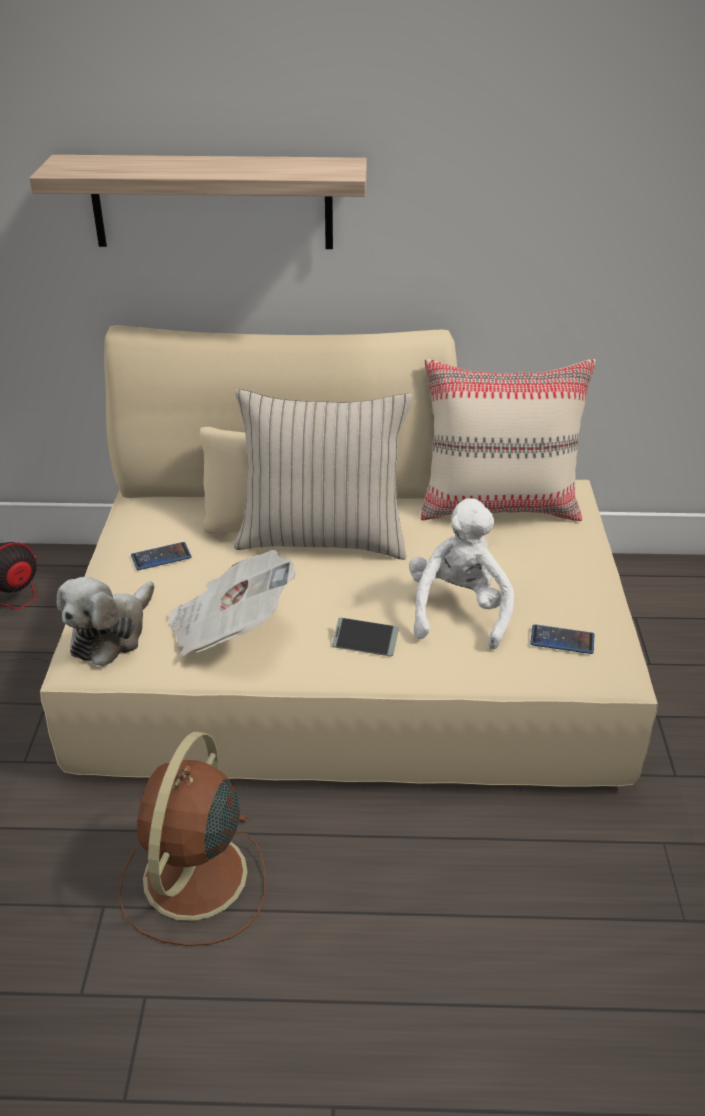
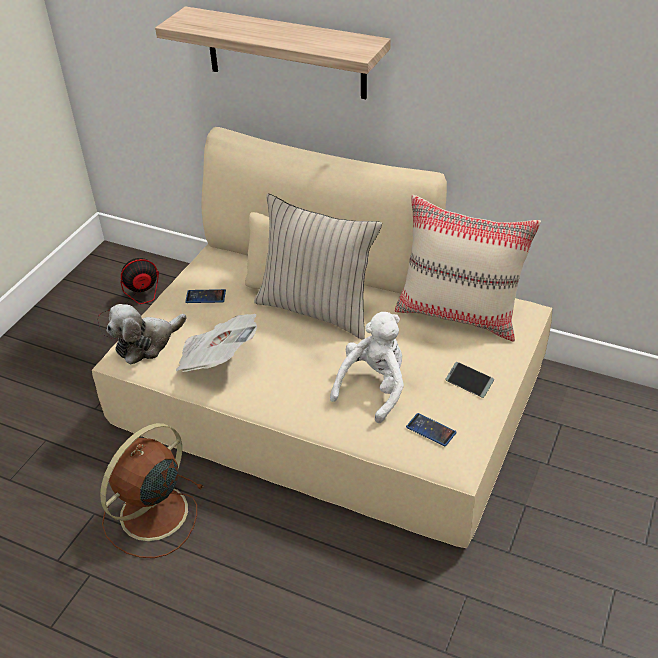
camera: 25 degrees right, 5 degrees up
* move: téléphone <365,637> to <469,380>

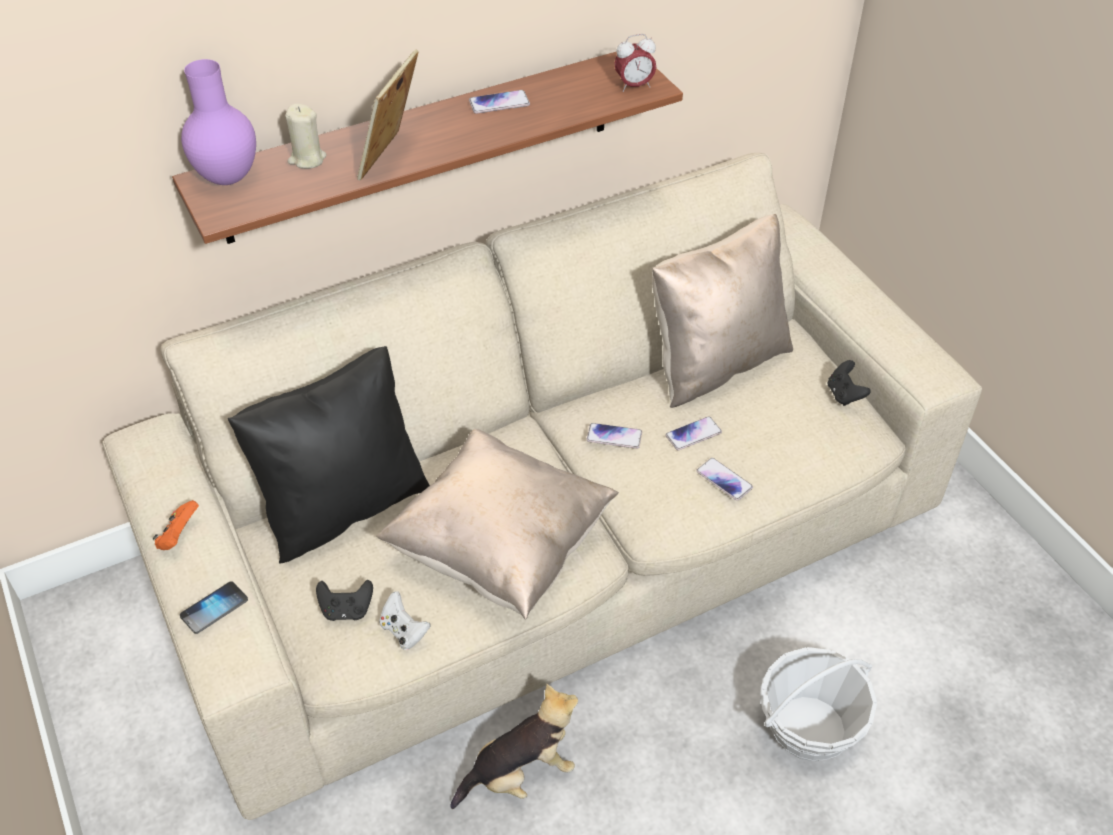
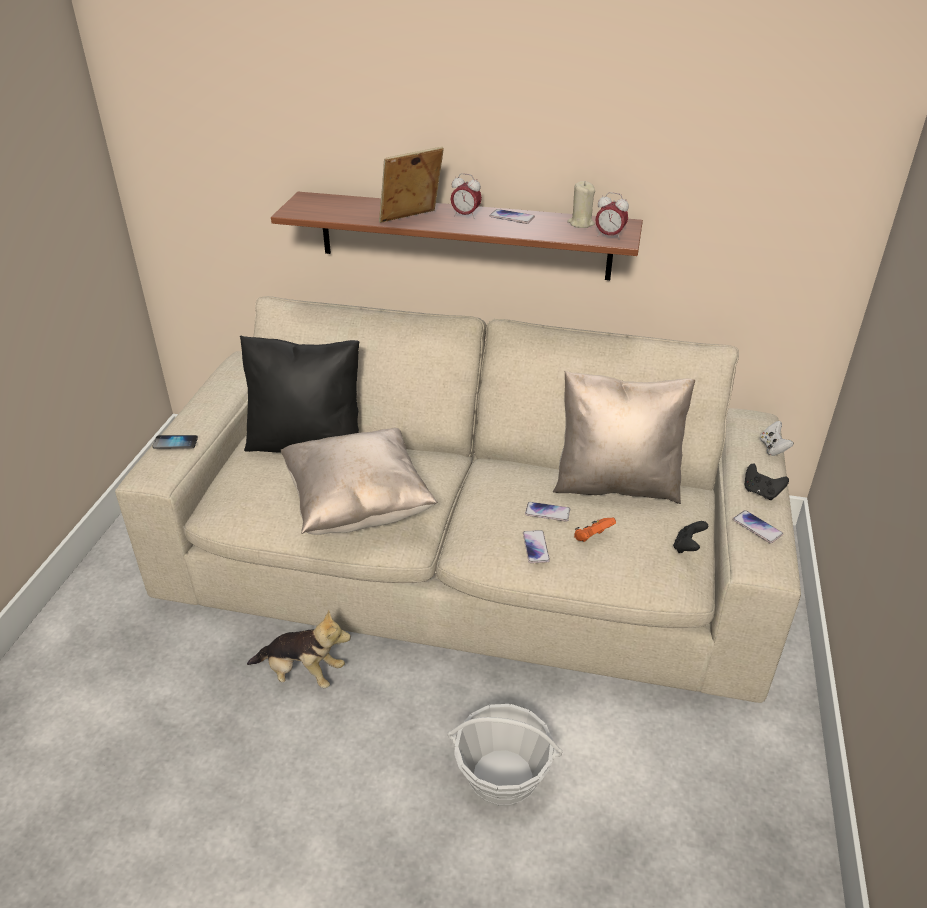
camera: 40 degrees right, 10 degrees down
* insert: réveil <466,196>
* move: bougie/beige <305,136> to <581,204>
* move: manette/orange <176,525> to <595,530>
* move: téléphone <614,436> to <758,526>
* move: manette/noir <344,600> to <767,481>
* move: manette/blanc <405,620> to <777,438>
* delete: vase/violet <218,122>

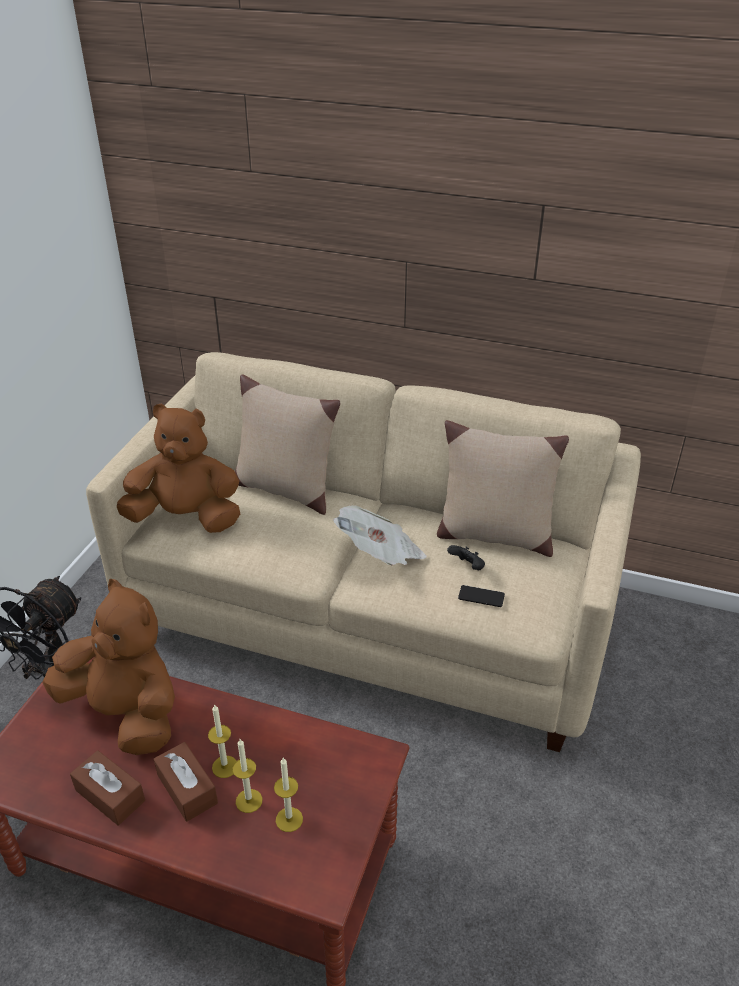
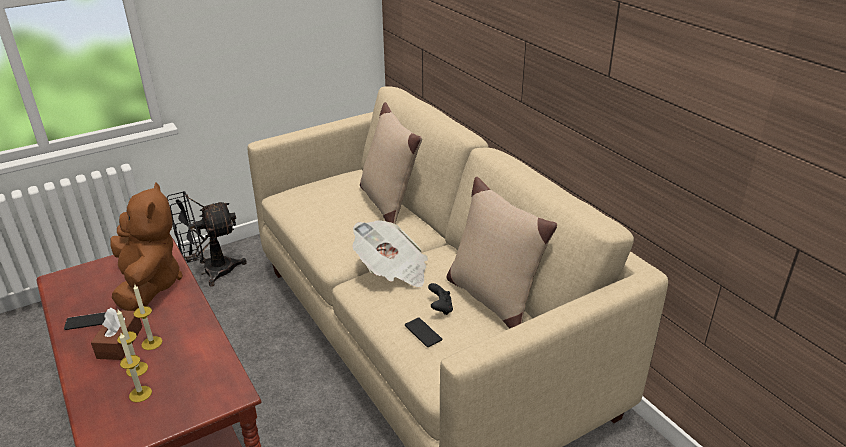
camera: 40 degrees right, 5 degrees down
* replace: boîte à mouchoirs/marron <107,787> to téléphone <85,321>
* delete: peluche/marron <178,468>

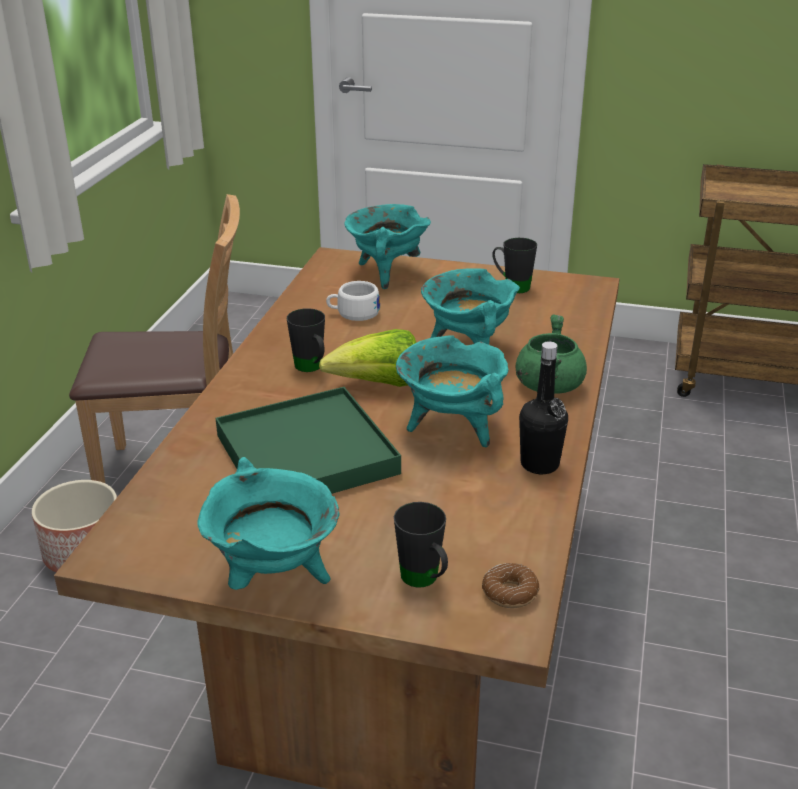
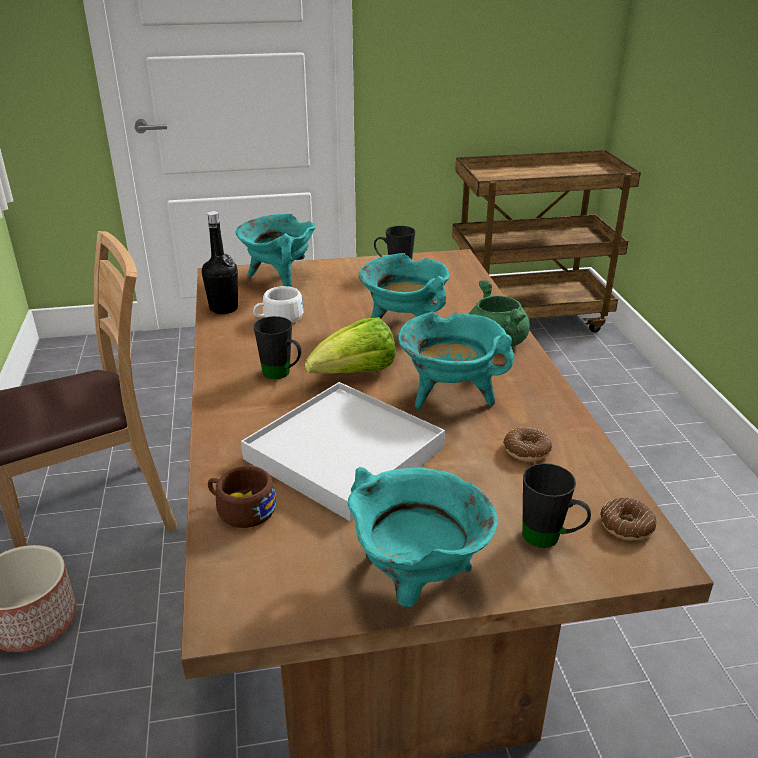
camera: 25 degrees left, 0 degrees up
* move: bouteille/noir <543,407> to <220,262>
* insert: tasse/marron <242,497>
* recolor: plateau/vert <308,440> to plateau/blanc <343,452>
* insert: beignet <527,444>

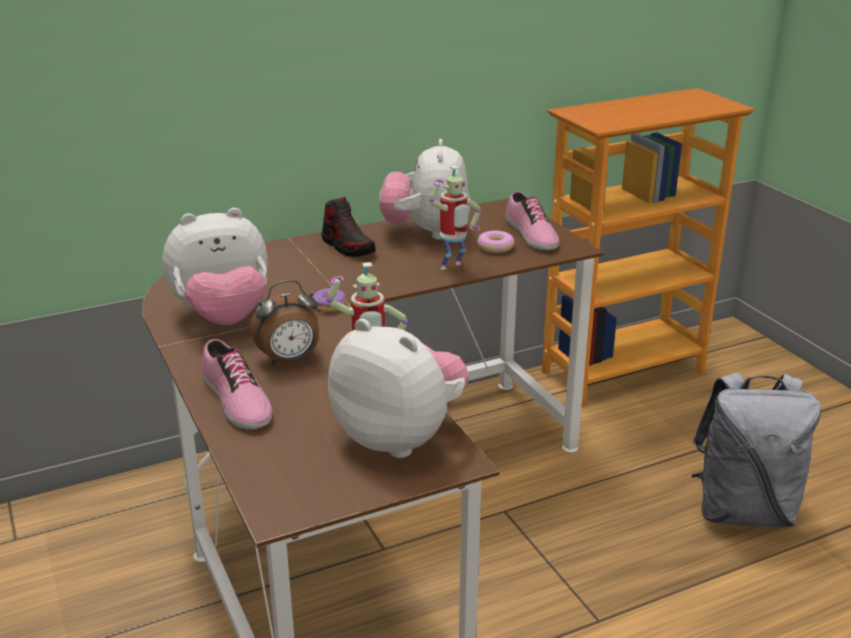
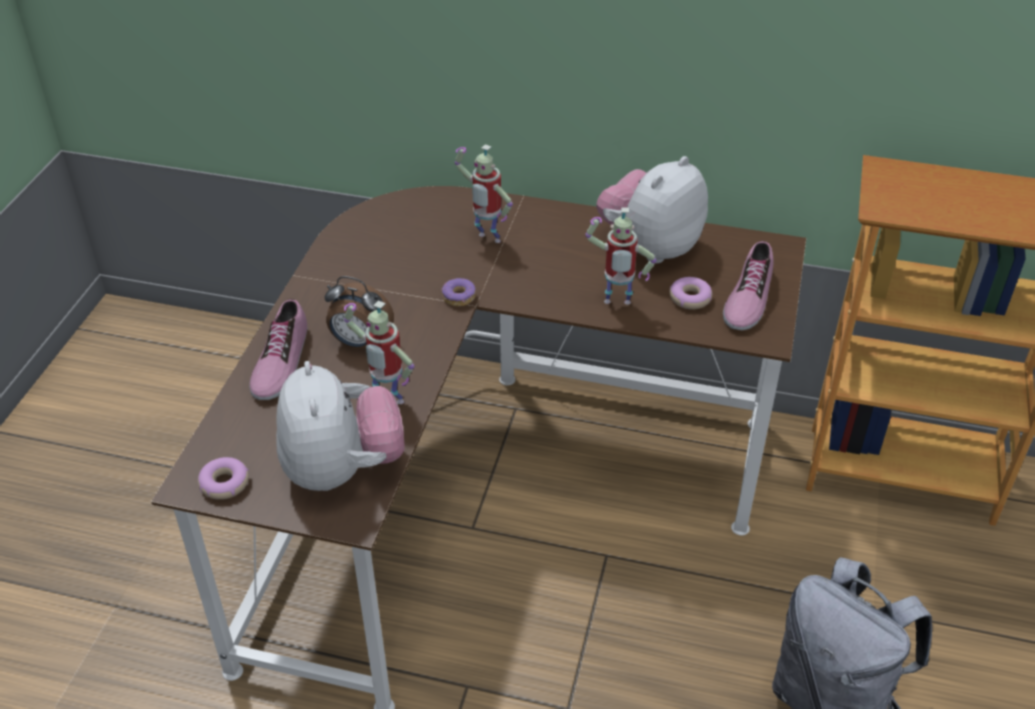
camera: 40 degrees right, 15 degrees up
* insert: beignet <223,478>
* insert: robot jouet <484,193>
* delete: peluche <215,266>
* delete: chaussure <348,227>

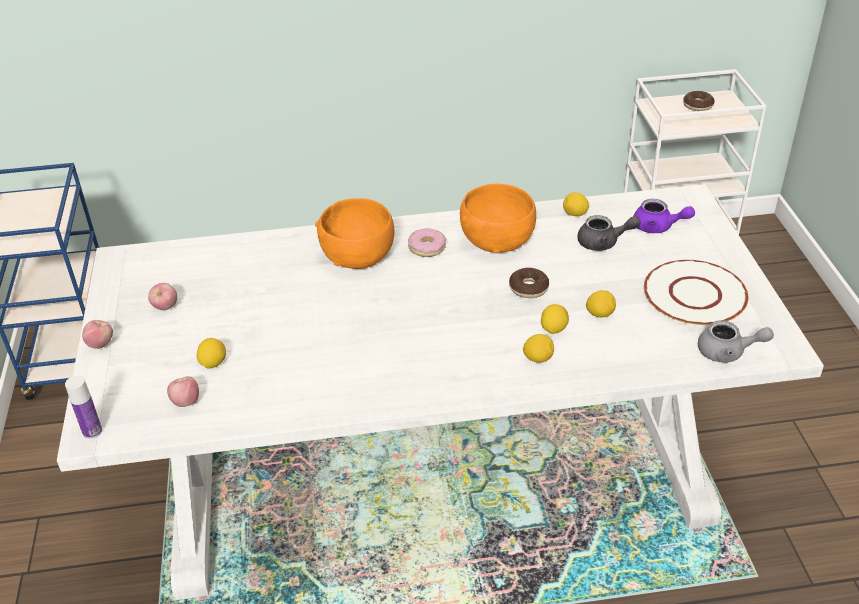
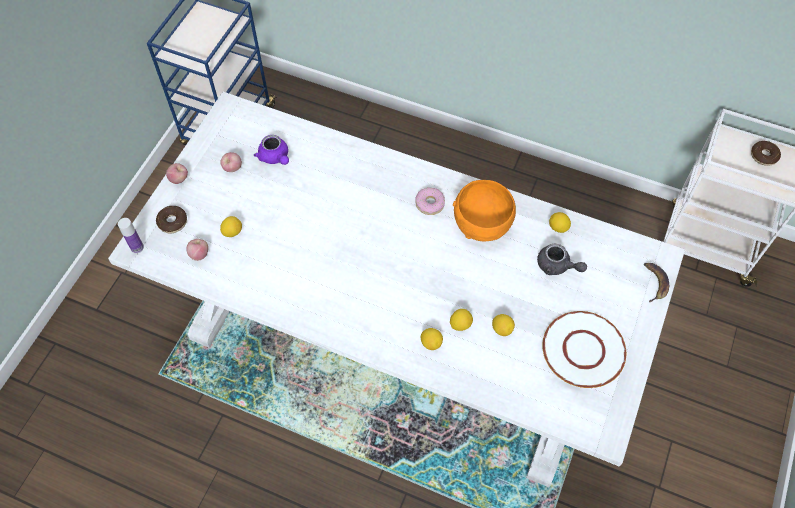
camera: 30 degrees right, 20 degrees up
* move: beignet <529,283> to <171,219>
* move: théière/violet <664,216> to <271,150>
* insert: banane <656,282>
* delete: bol/orange <355,233>
* delete: théière/gris <736,341>

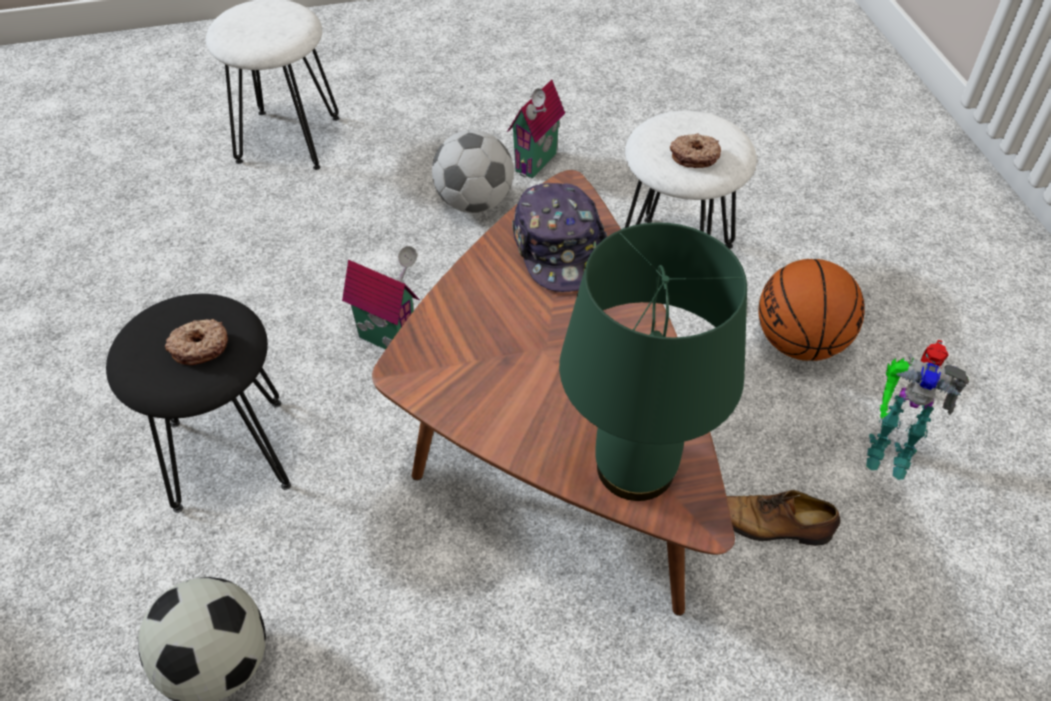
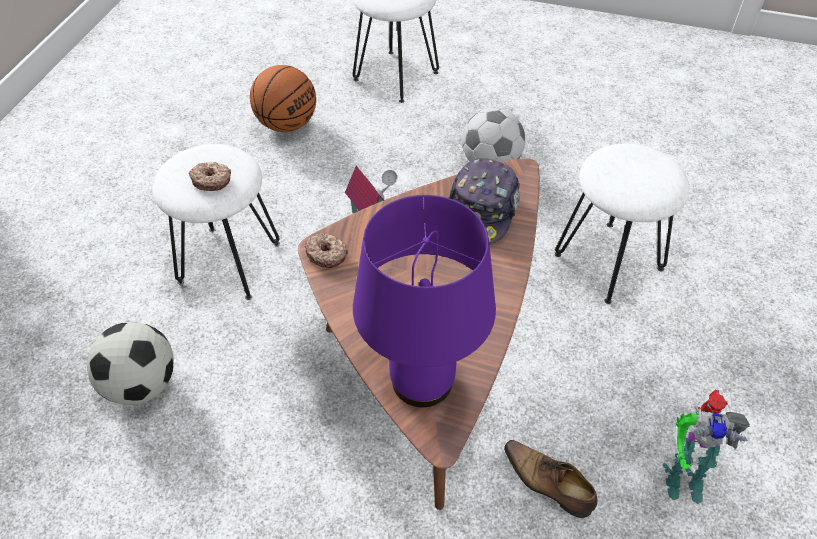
camera: 30 degrees right, 0 degrees up
* recolor: tabouret/noir <198,403> to tabouret/blanc <216,222>
* move: ballon de basket <811,310> to <283,98>
* move: beignet <695,150> to <326,250>
* recolor: lampe de table/vert <653,361> to lampe de table/violet <424,301>
* rotate: robot jouet <917,409> = <706,447> 45 degrees counterclockwise
* delete: maison miniature <536,129>

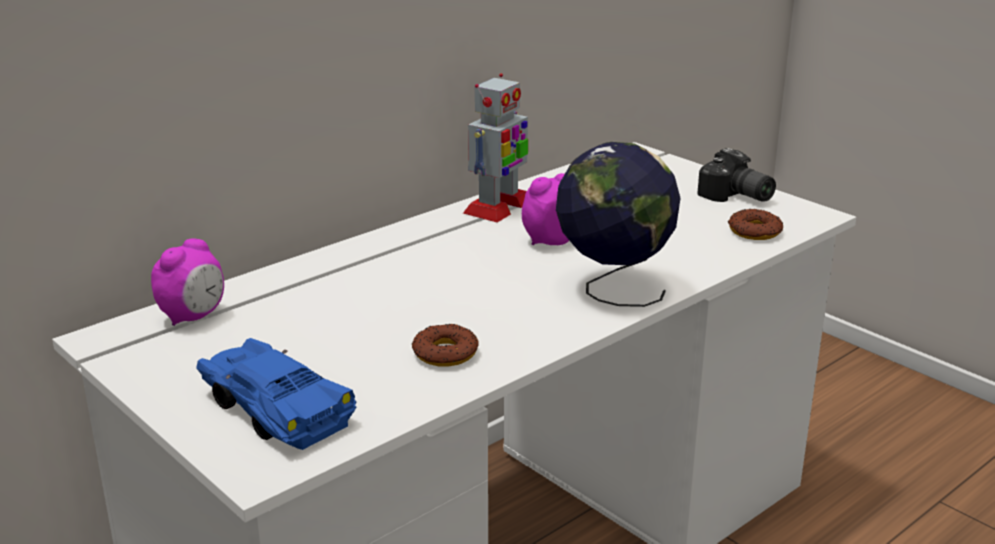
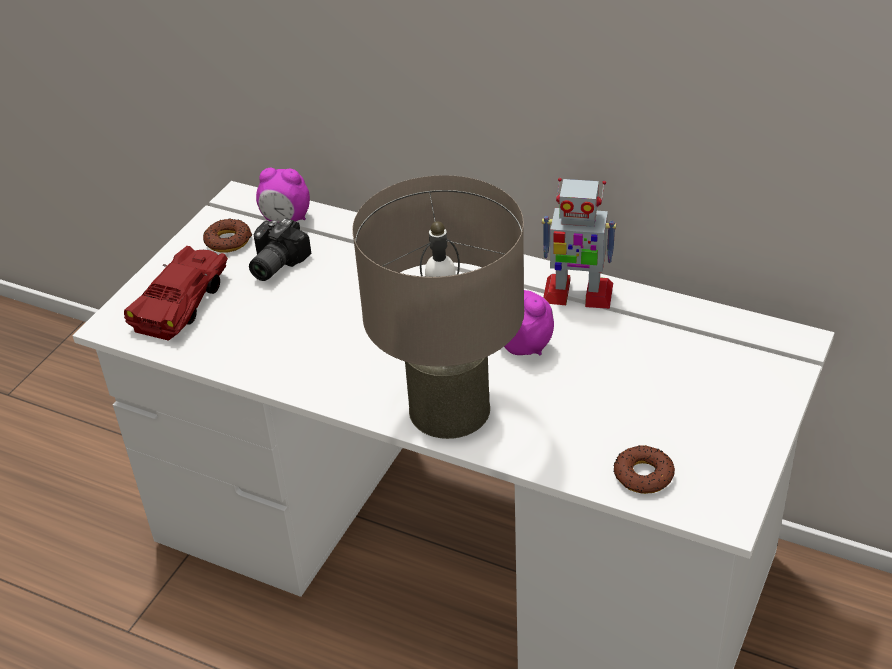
camera: 70 degrees right, 15 degrees up
* recolor: petite voiture/bleu <276,394> to petite voiture/rouge <176,293>
* move: beignet <445,345> to <227,235>
* move: appareil photo <736,175> to <280,249>
* replace: globe <618,224> to lampe de table/beige <438,307>

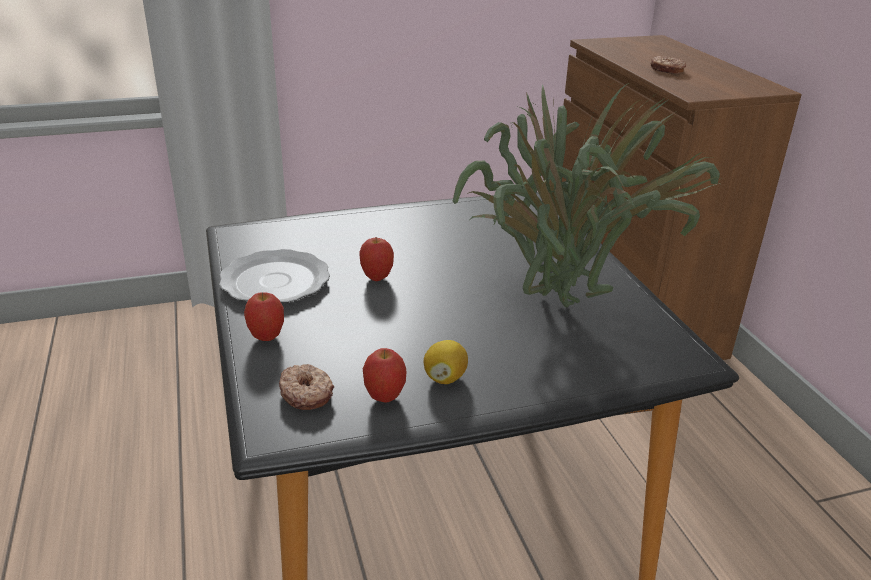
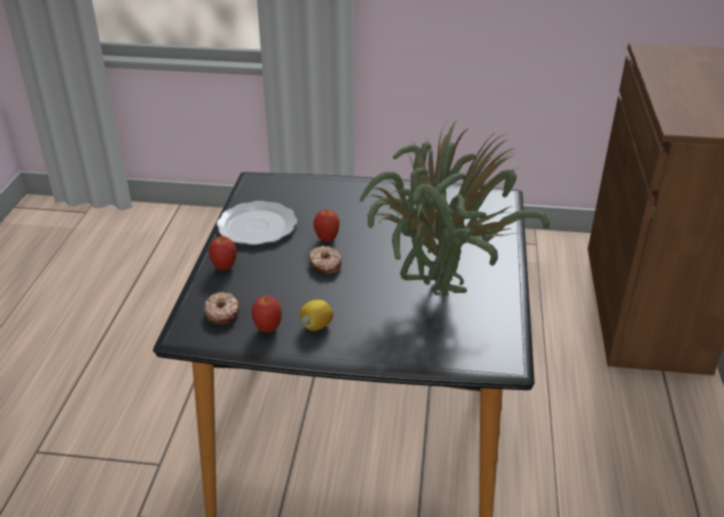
camera: 25 degrees right, 5 degrees up
* move: beignet <668,65> to <325,260>

